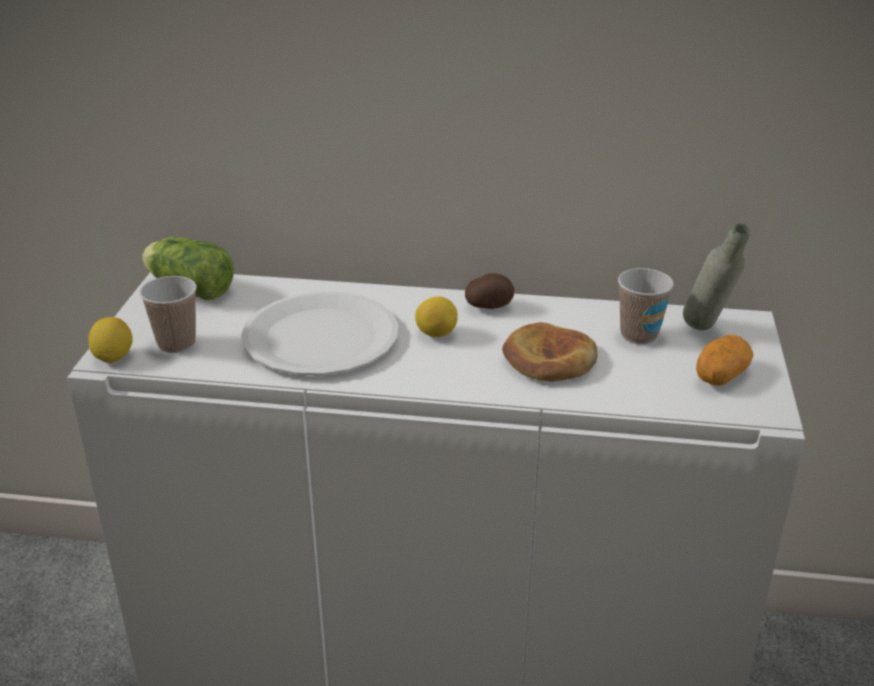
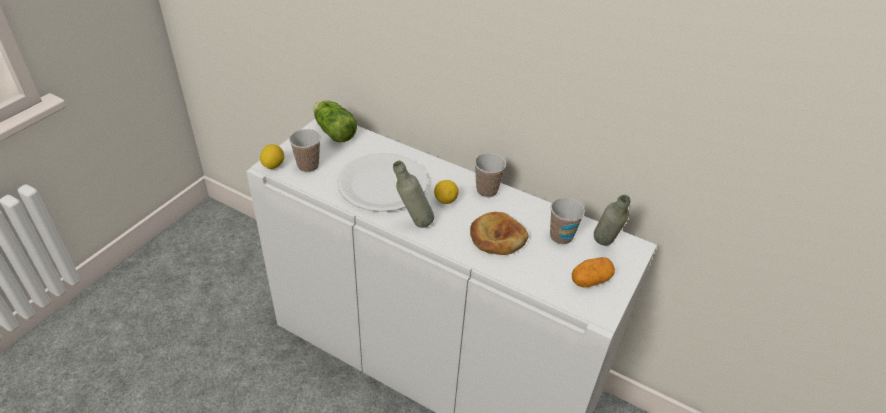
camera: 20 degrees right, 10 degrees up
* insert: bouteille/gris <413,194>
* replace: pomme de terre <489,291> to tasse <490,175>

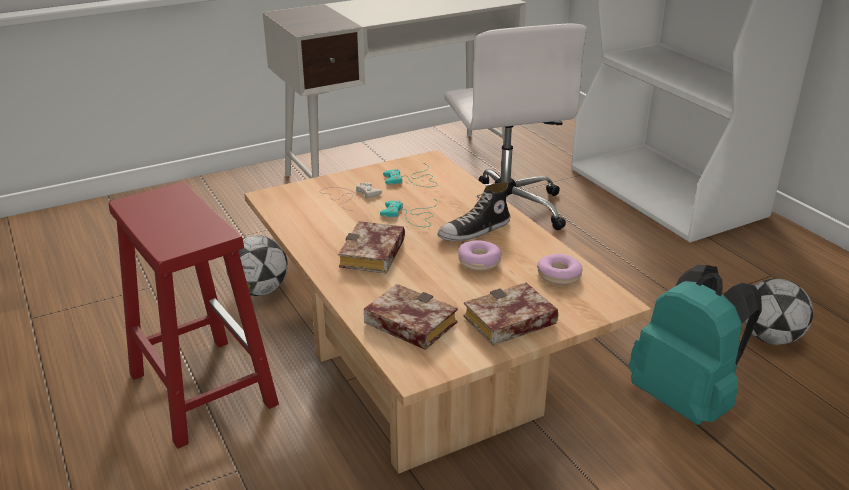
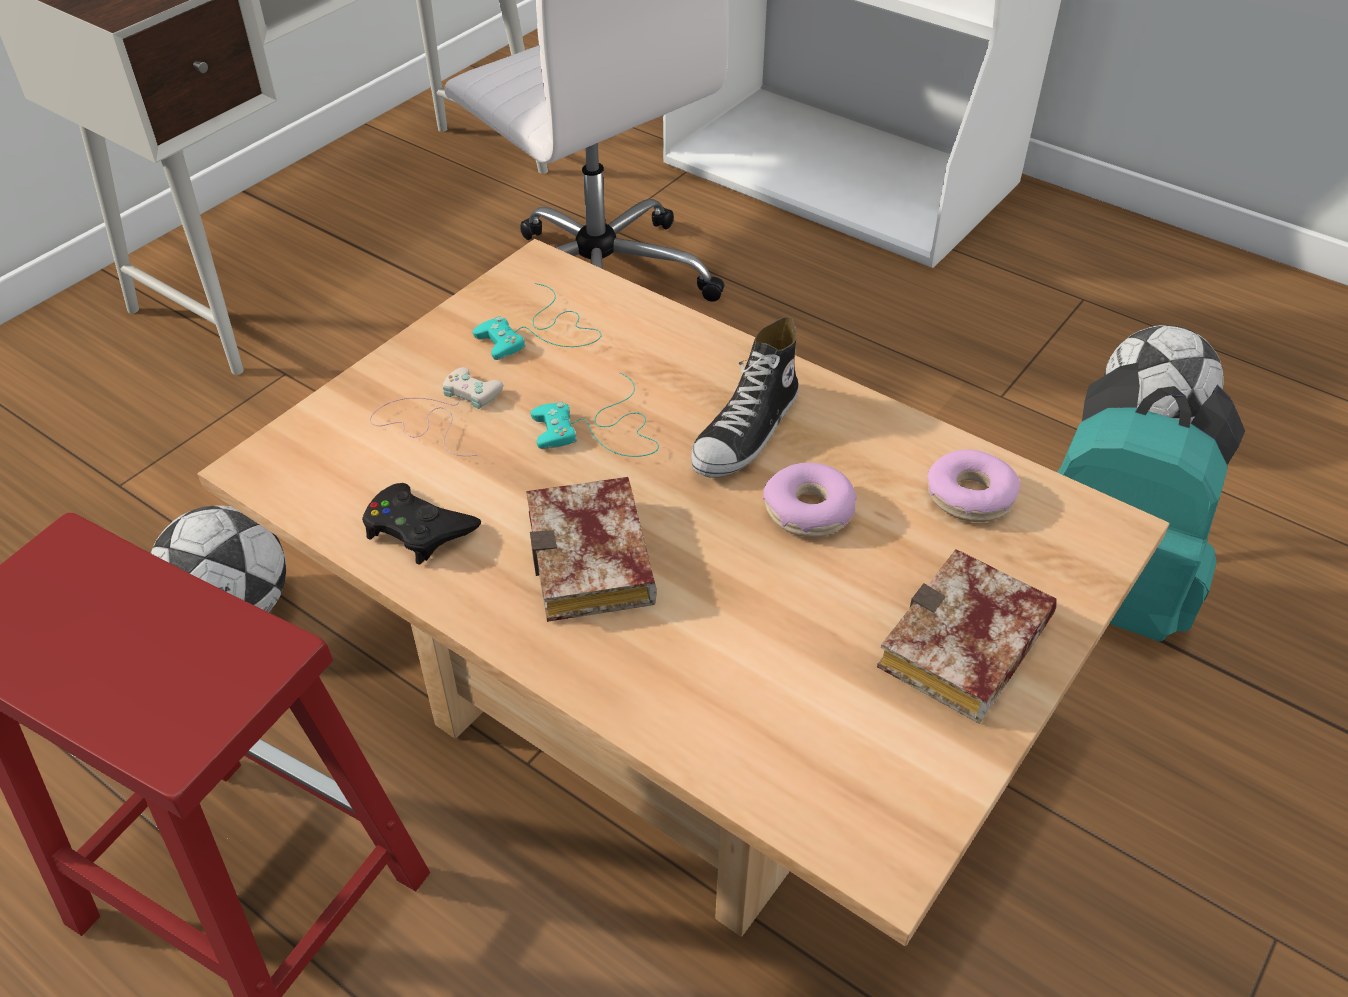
camera: 25 degrees left, 15 degrees up
* insert: manette/noir <421,524>
* delete: livre <411,317>

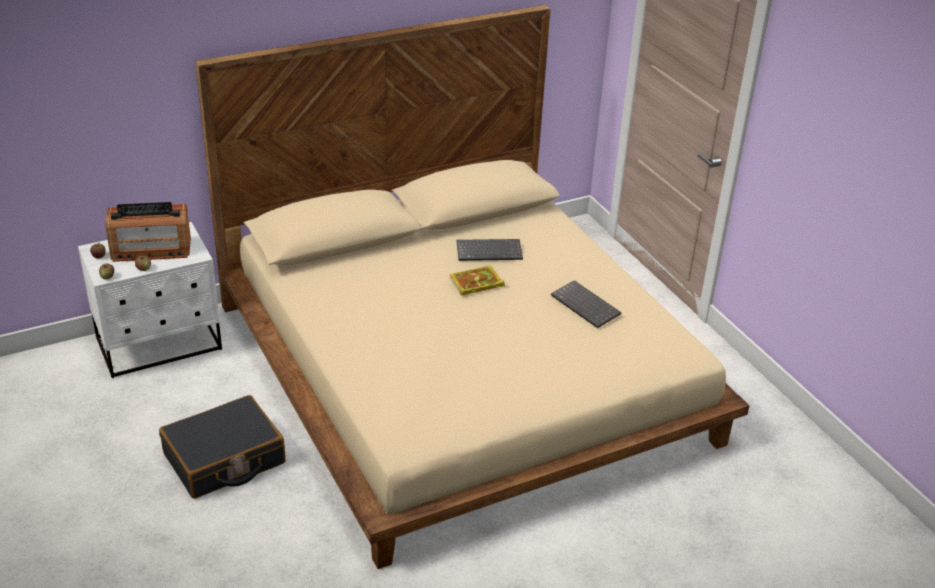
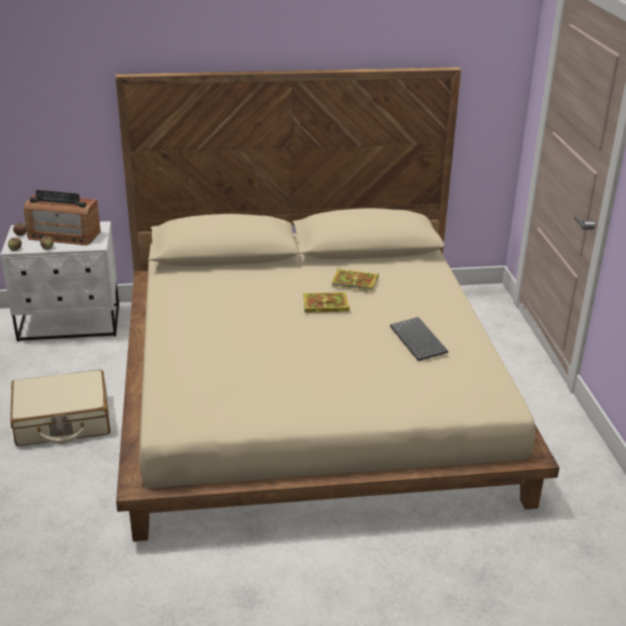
camera: 20 degrees right, 5 degrees down
* recolor: valise/noir <222,447> to valise/beige <60,407>
* replace: clavier <490,250> to livre <355,280>

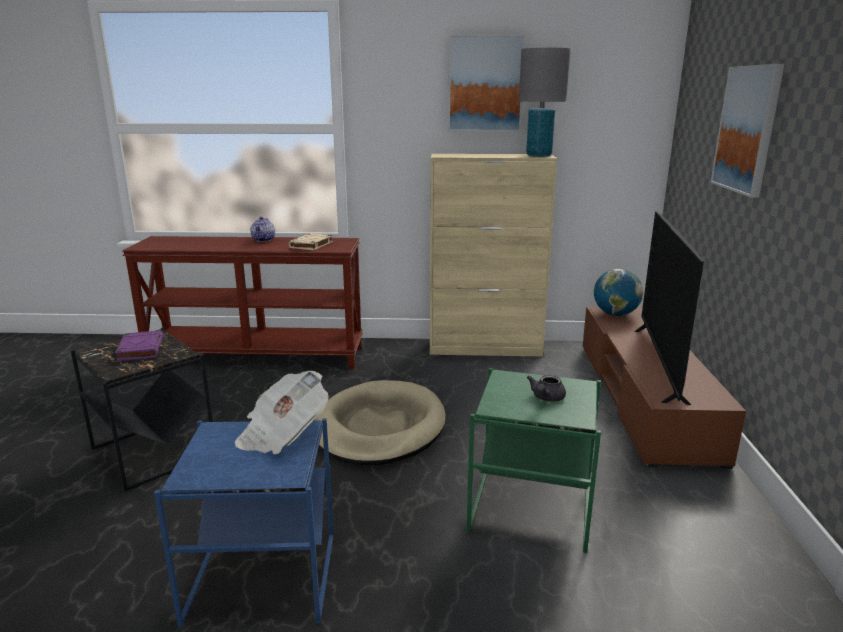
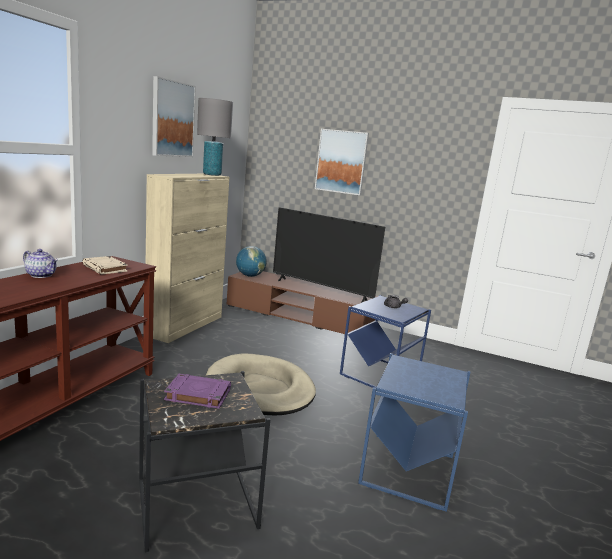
camera: 70 degrees left, 5 degrees down
* recolor: table d'appoint/vert <533,460> to table d'appoint/bleu <385,341>
* delete: journal <281,412>

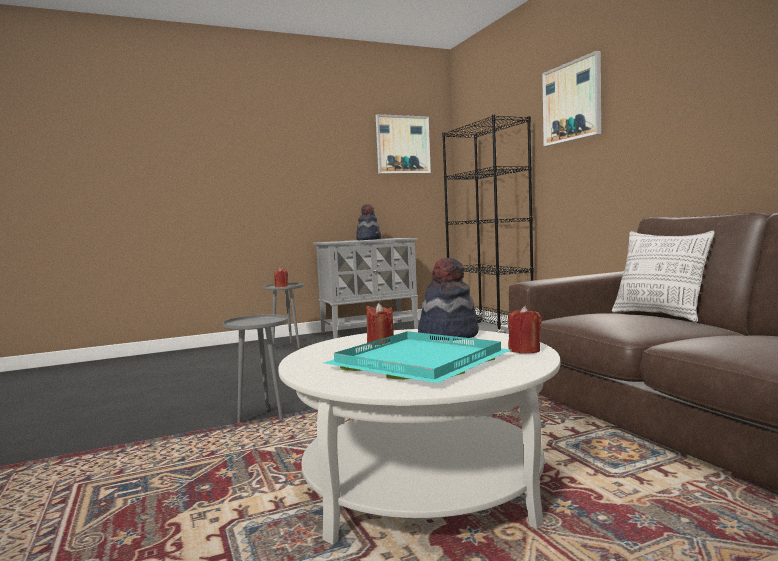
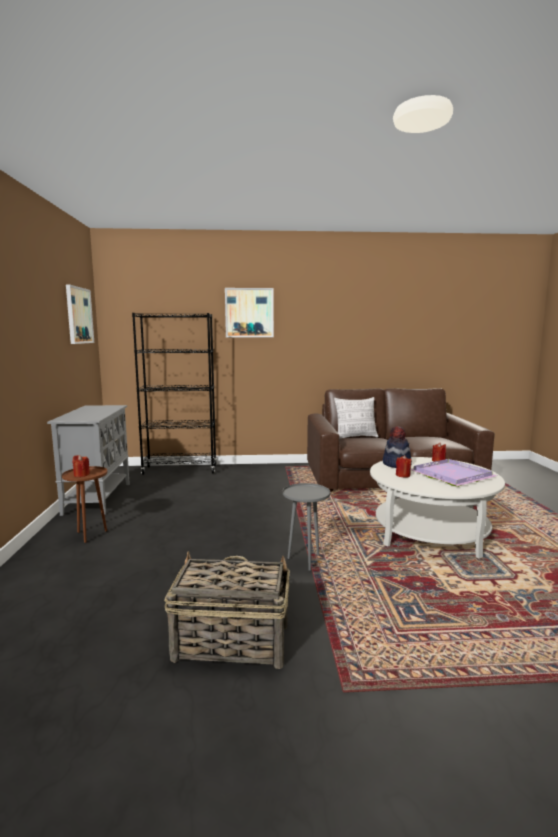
camera: 70 degrees left, 5 degrees up
* recolor: table d'appoint/gris <284,315> to table d'appoint/marron <84,504>
* insert: panier <227,610>
* recolor: plateau/turquoise <417,357> to plateau/violet <454,473>
* delete: chapeau <368,222>

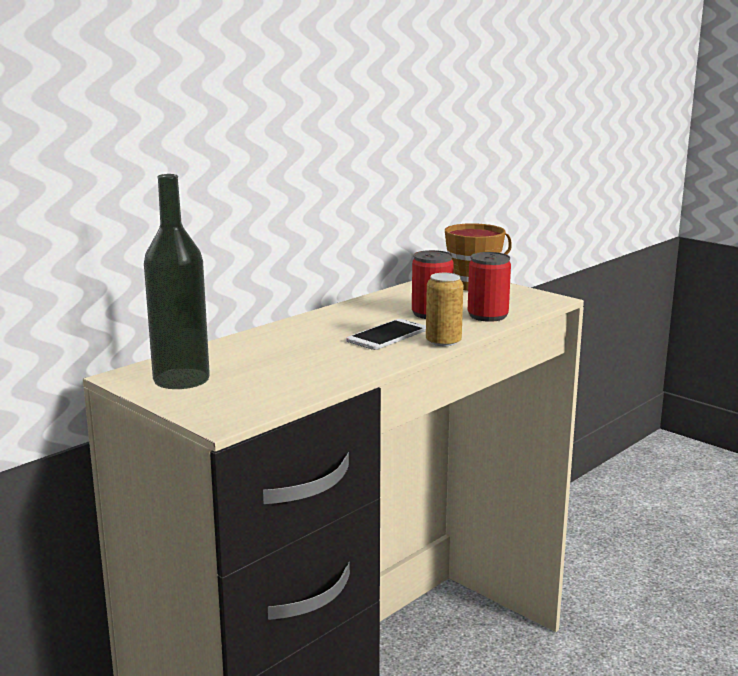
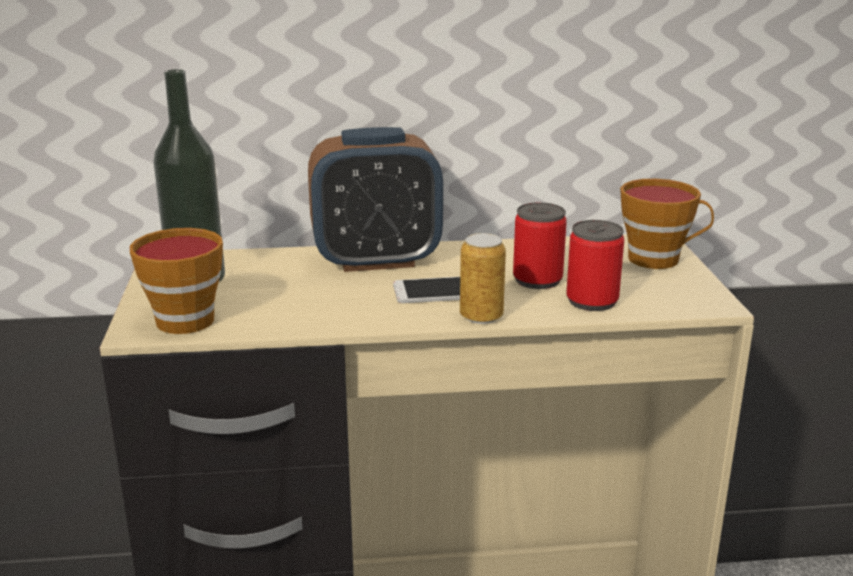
camera: 40 degrees right, 5 degrees up
* insert: tasse <176,281>
* insert: réveil <375,199>

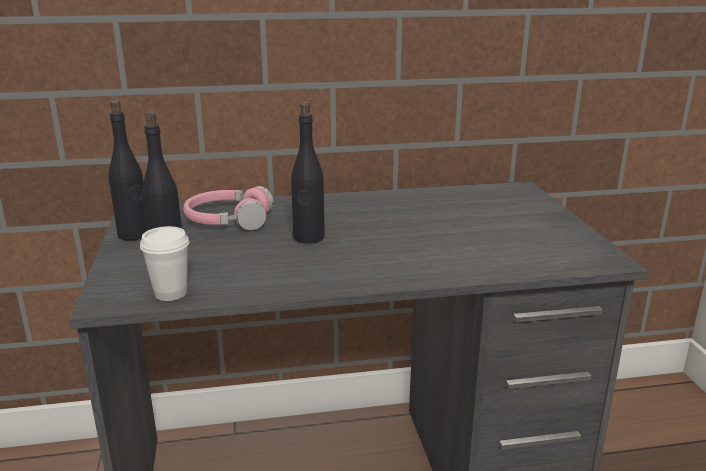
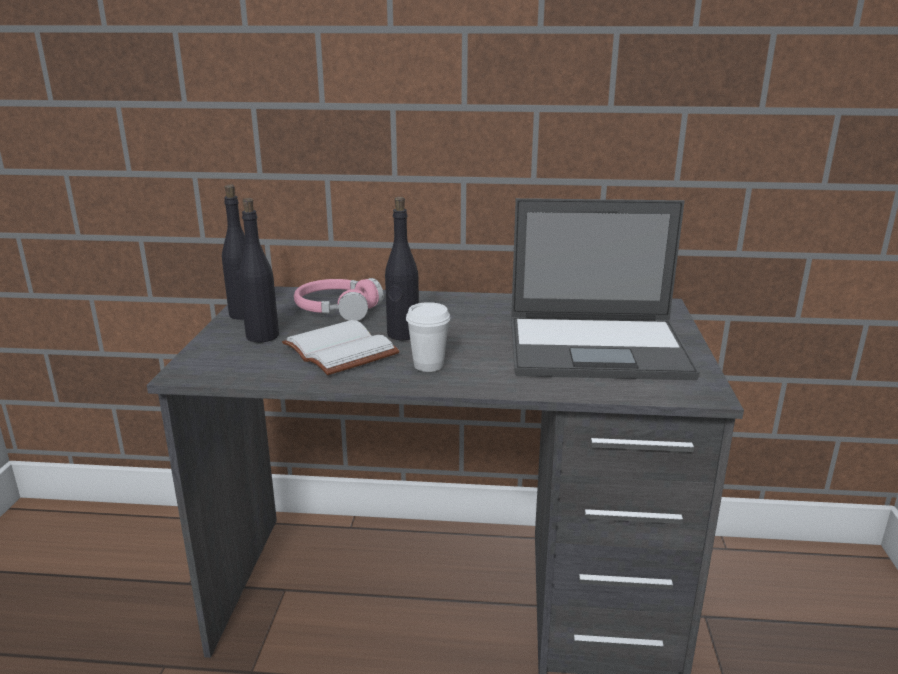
camera: 15 degrees right, 0 degrees up
* insert: livre/blanc <341,347>
* move: tasse/blanc <164,263> to <428,337>
* insert: ordinateur portable <605,289>

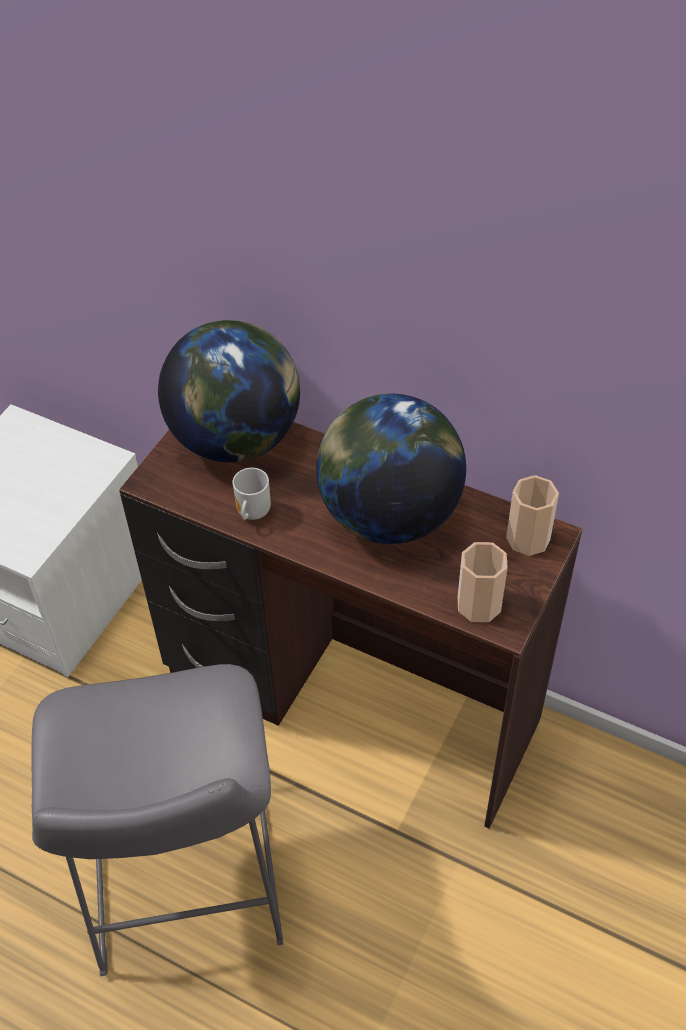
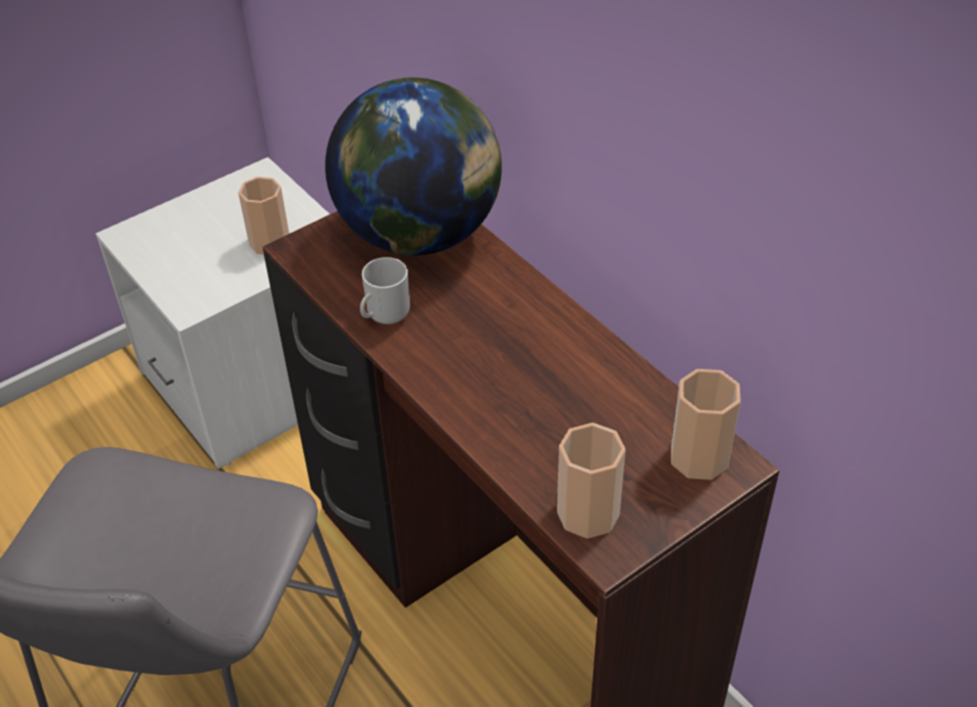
camera: 25 degrees right, 5 degrees down
* insert: tasse <263,216>
* delete: globe <391,469>

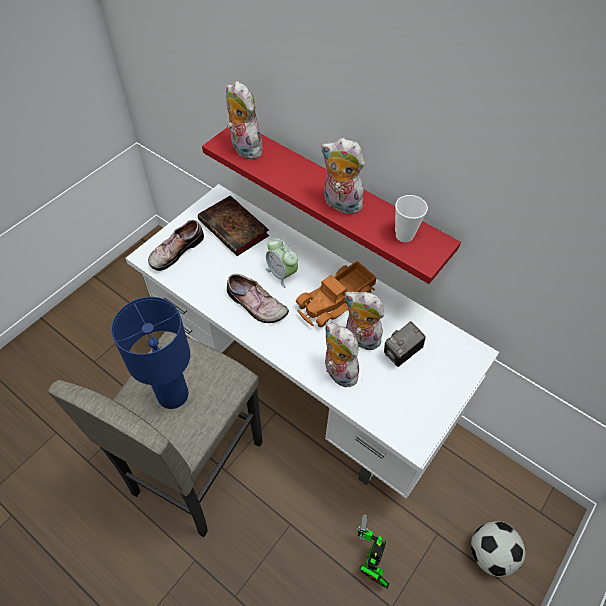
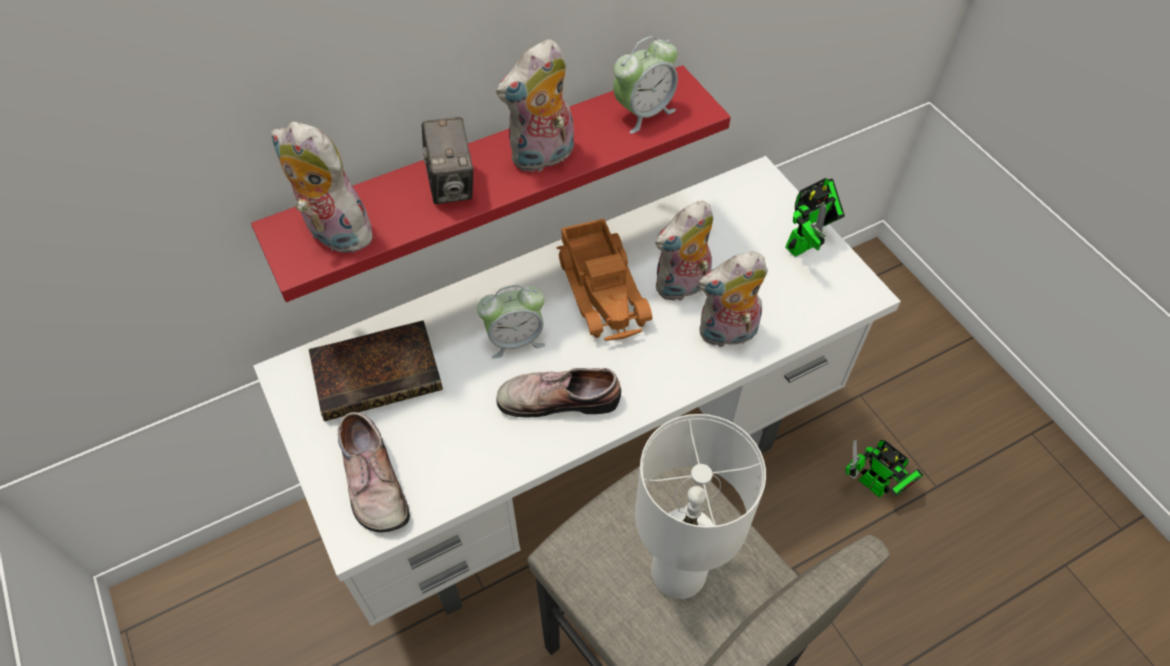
camera: 65 degrees left, 0 degrees up
* rotate: peluche <244,120> = <326,187> 45 degrees clockwise
* move: appareil photo <405,344> to <447,160>
* rotate: chaussure <258,298> = <559,392> 150 degrees counterclockwise
* replace: tasse <411,218> to réveil <645,85>
* recolor: lampe de table/bleu <150,353> to lampe de table/blanc <700,506>
* insert: robot jouet <815,217>
* delete: ballon de foot <498,549>

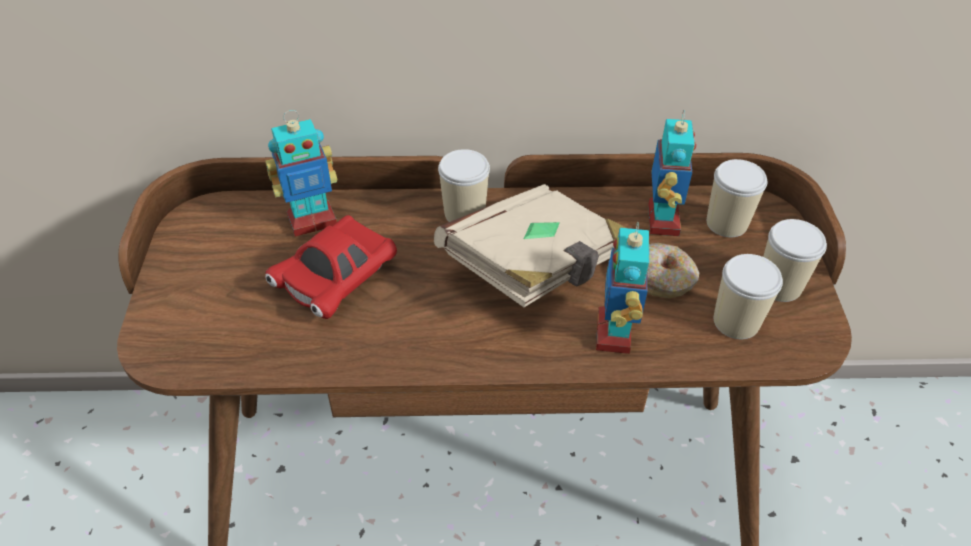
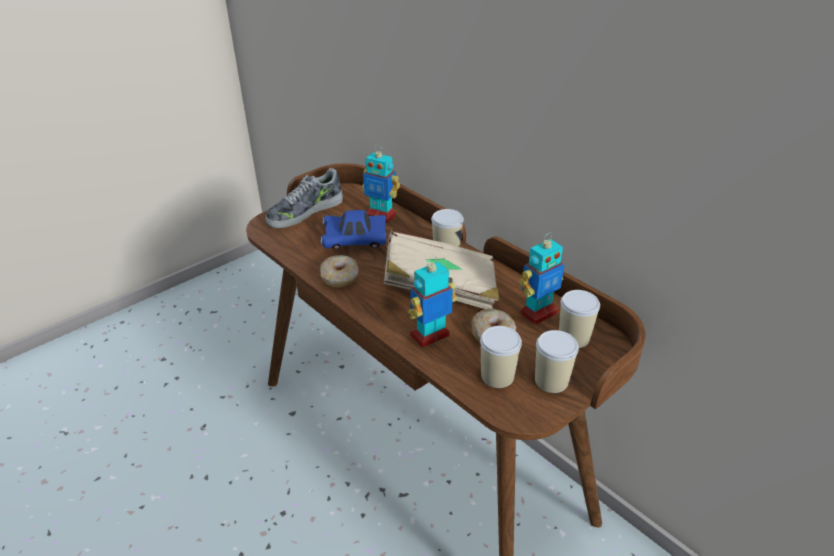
camera: 50 degrees right, 10 degrees down
* insert: chaussure <304,198>
* recolor: petite voiture/rouge <331,267> to petite voiture/bleu <353,229>
* insert: beignet <339,271>

